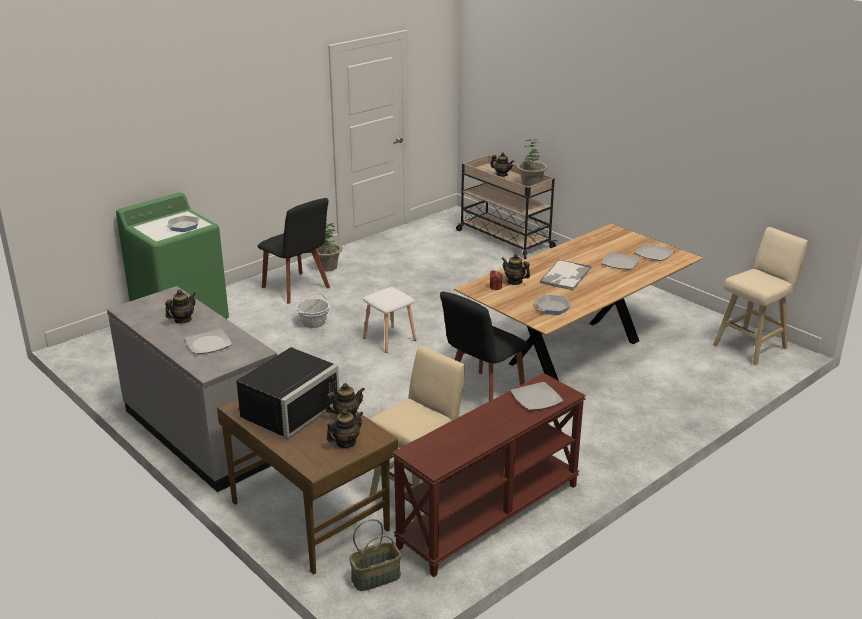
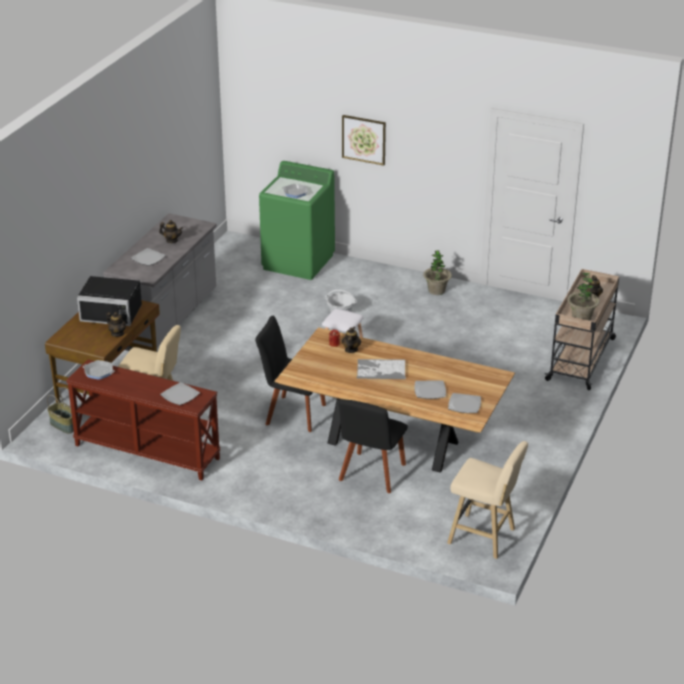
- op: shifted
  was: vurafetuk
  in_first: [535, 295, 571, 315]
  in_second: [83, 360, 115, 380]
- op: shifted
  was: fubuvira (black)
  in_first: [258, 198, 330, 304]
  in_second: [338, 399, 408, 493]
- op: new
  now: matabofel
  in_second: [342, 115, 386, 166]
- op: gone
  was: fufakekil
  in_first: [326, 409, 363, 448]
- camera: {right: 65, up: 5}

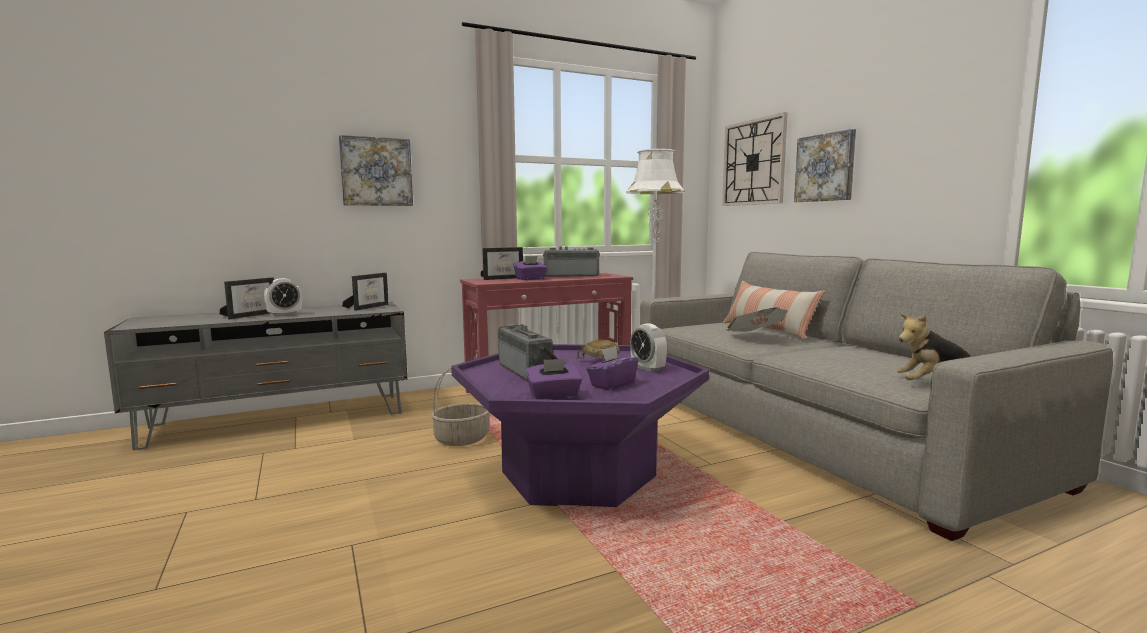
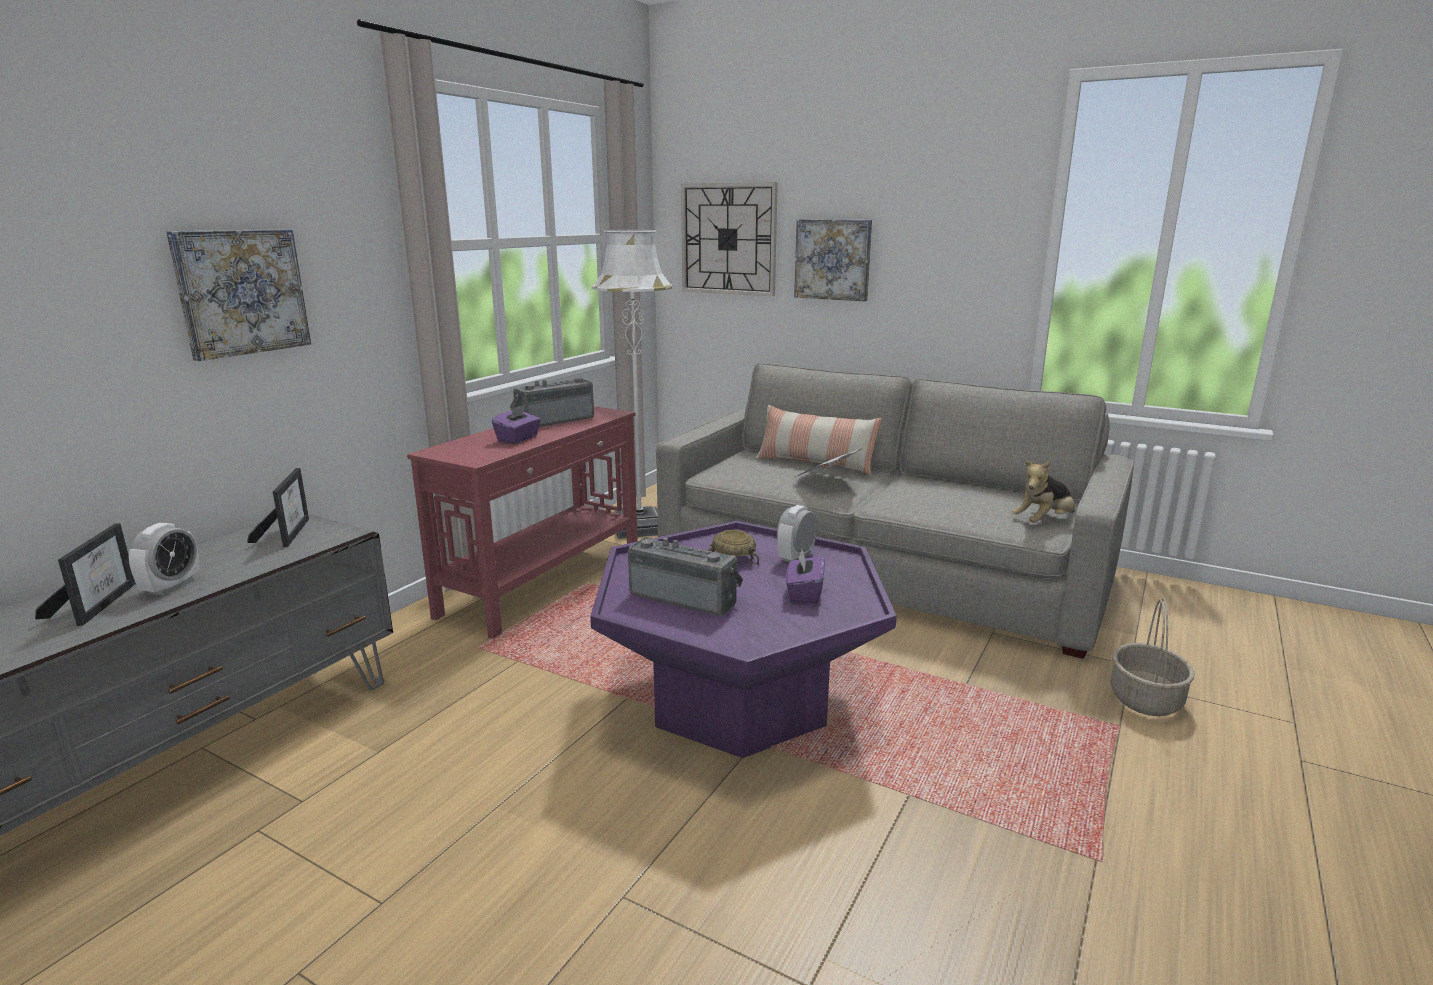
- op: rotated
  was: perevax
  in_first: [630, 323, 667, 372]
  in_second: [777, 505, 817, 562]
  clockwise: 105
- op: shifted
  was: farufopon
  in_first: [431, 368, 490, 446]
  in_second: [1110, 598, 1194, 716]
- op: gone
  was: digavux
  in_first: [481, 247, 523, 280]
- op: gone
  was: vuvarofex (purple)
  in_first: [526, 359, 582, 400]
- camera: {right: -35, up: 10}

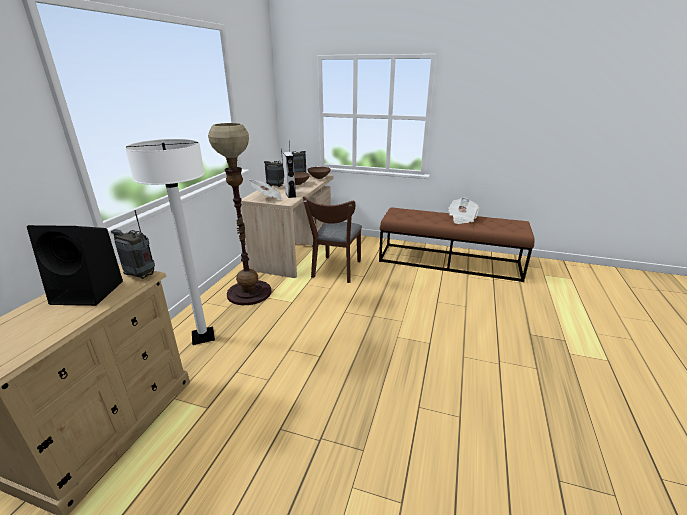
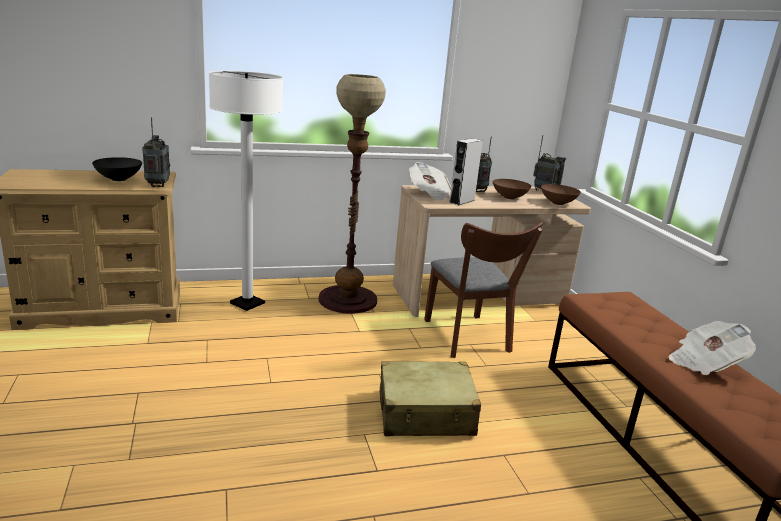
- op: swapped
  was: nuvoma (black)
  now: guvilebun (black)
  in_first: [27, 225, 123, 306]
  in_second: [92, 157, 142, 181]
- op: new
  now: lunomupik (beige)
  in_second: [380, 361, 481, 436]
- op: rotated
  was: fubuvira (brown)
  in_first: [303, 196, 362, 283]
  in_second: [424, 222, 543, 358]
  clockwise: -90
- camera: {right: 55, up: -5}

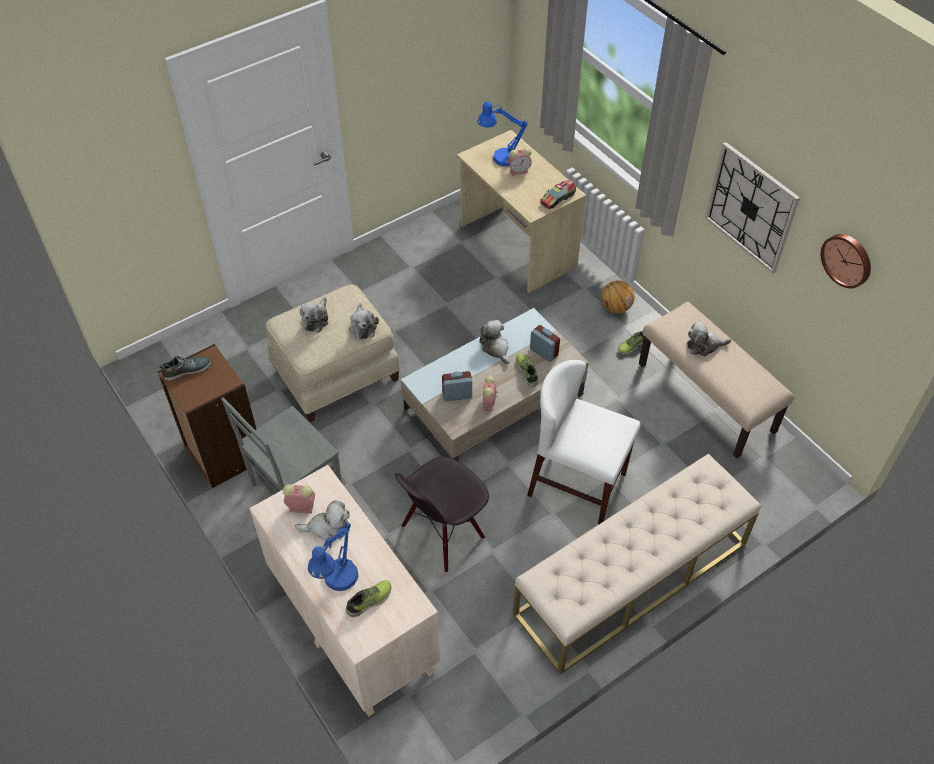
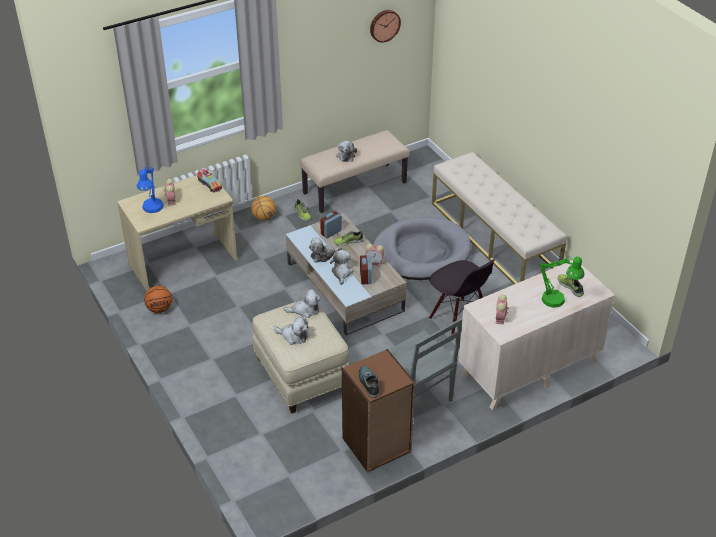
- op: new
  now: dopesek
  in_second: [144, 286, 172, 313]
- op: shifted
  was: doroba
  in_first: [295, 500, 350, 543]
  in_second: [330, 250, 353, 285]
- op: swapped
  was: fubuvira (white)
  now: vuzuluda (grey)
  in_first: [527, 360, 641, 524]
  in_second: [373, 217, 471, 280]
- op: repainted
  was: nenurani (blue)
  now: nenurani (green)
  in_first: [308, 522, 358, 591]
  in_second: [539, 256, 584, 308]
- op: gone
  was: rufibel
  in_first: [705, 142, 800, 274]
- camera: {right: -85, up: -10}

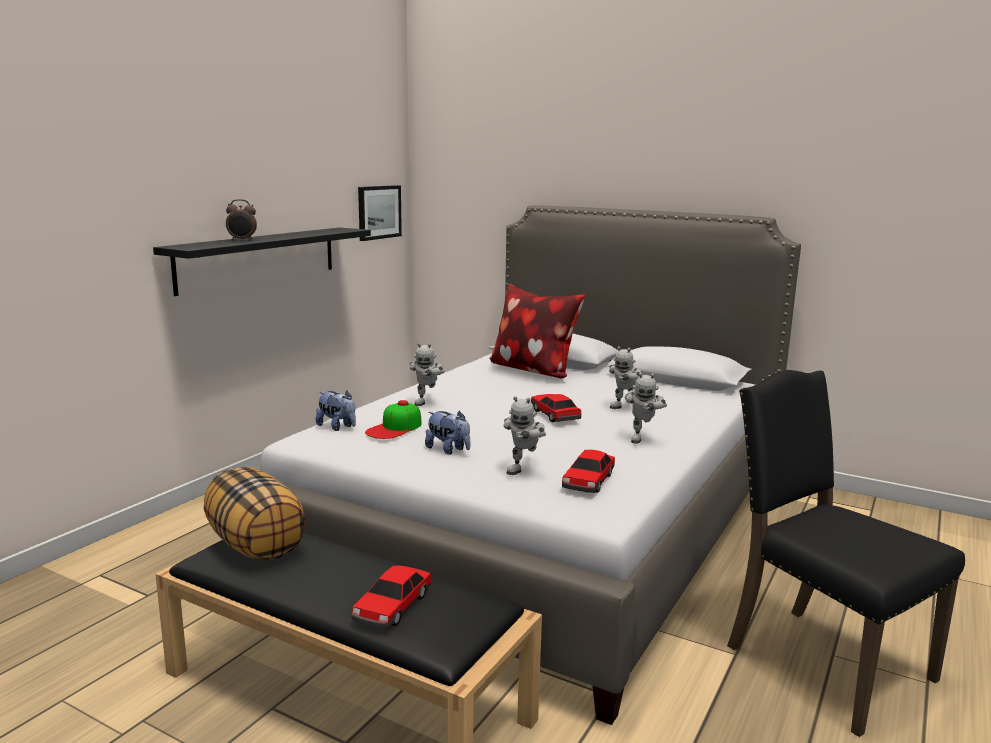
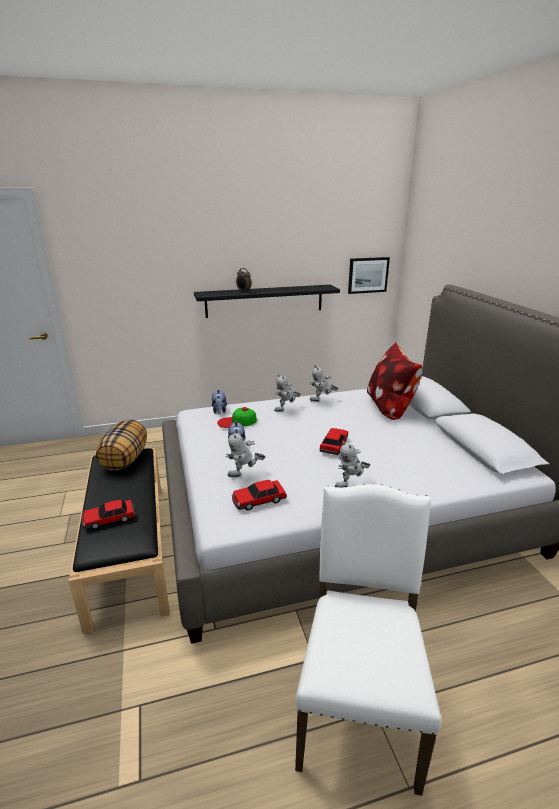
- op: repainted
  was: fubuvira (black)
  now: fubuvira (white)
  in_first: [727, 370, 965, 737]
  in_second: [295, 484, 441, 796]
- op: shifted
  was: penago
  in_first: [609, 346, 641, 409]
  in_second: [309, 365, 339, 401]
- camera: {right: 45, up: 10}

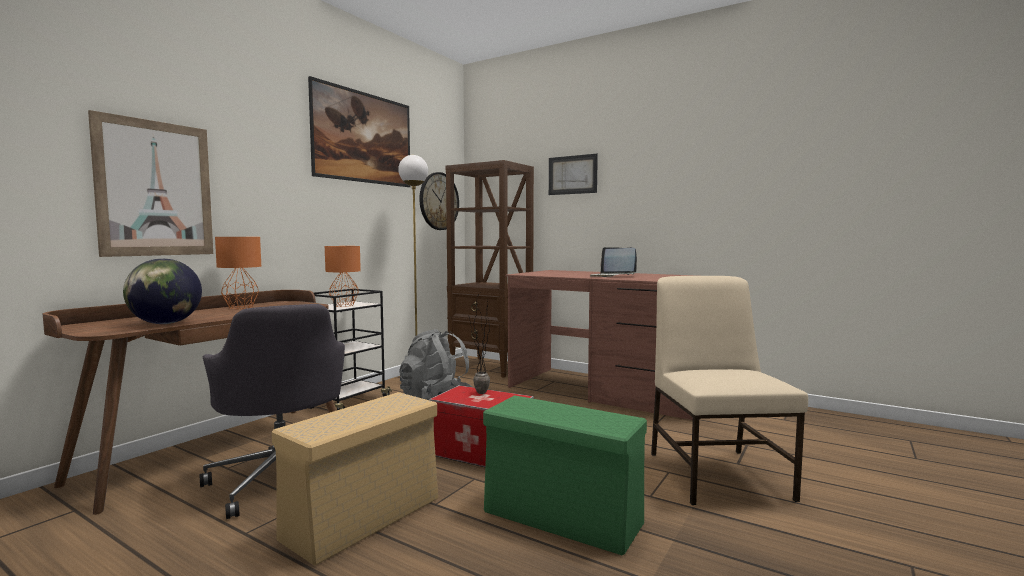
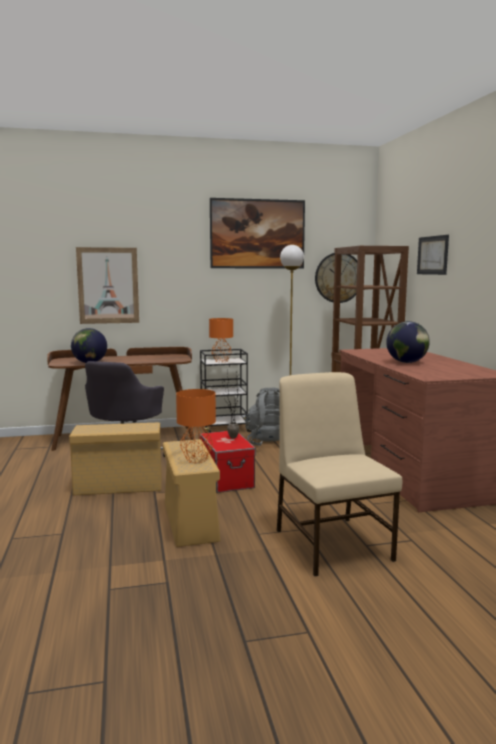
- op: repainted
  was: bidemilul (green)
  now: bidemilul (beige)
  in_first: [483, 395, 647, 556]
  in_second: [163, 439, 220, 547]
- op: shifted
  was: nenurani (orange)
  in_first: [215, 237, 261, 309]
  in_second: [176, 389, 216, 463]
- op: rotated
  was: fubuvira (beige)
  in_first: [651, 276, 808, 505]
  in_second: [277, 372, 402, 576]
  clockwise: -60
- op: swapped
  was: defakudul
  now: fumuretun
  in_first: [590, 247, 637, 277]
  in_second: [386, 321, 430, 363]
- camera: {right: 45, up: 5}

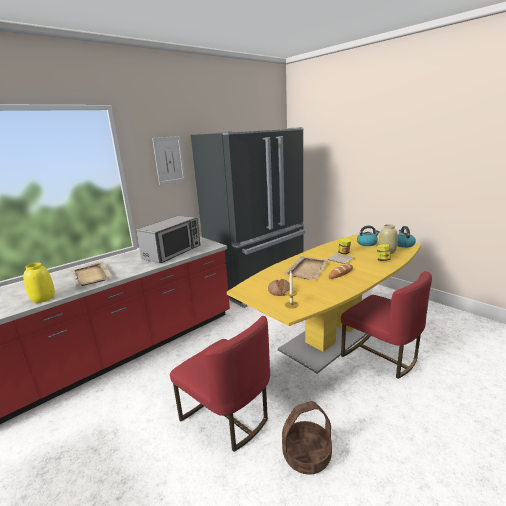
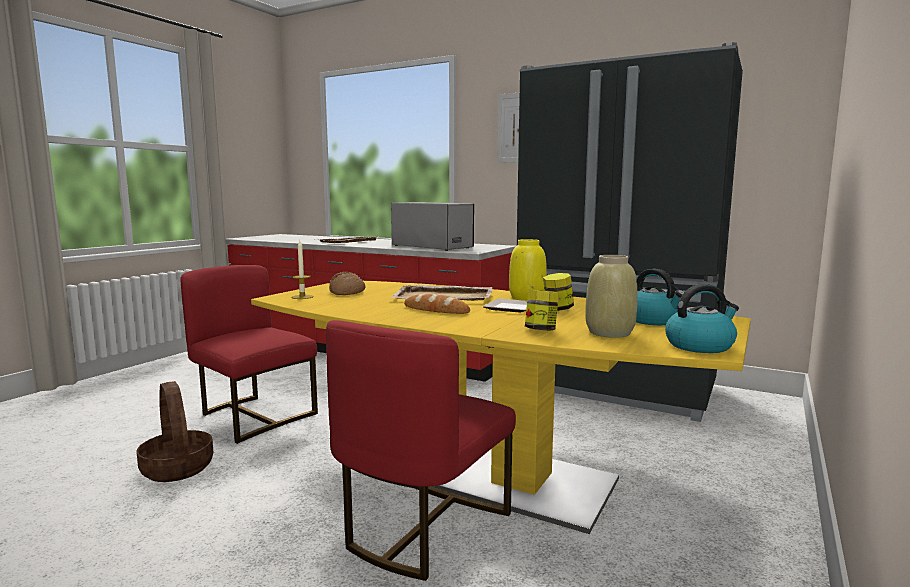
- op: rotated
  was: fubuvira (red)
  in_first: [170, 316, 270, 452]
  in_second: [180, 265, 318, 444]
  clockwise: 105
- op: rotated
  was: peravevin
  in_first: [136, 216, 200, 263]
  in_second: [391, 202, 474, 251]
  clockwise: -150
- op: shifted
  was: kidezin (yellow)
  in_first: [23, 263, 55, 303]
  in_second: [509, 239, 547, 301]
- camera: {right: 70, up: -10}

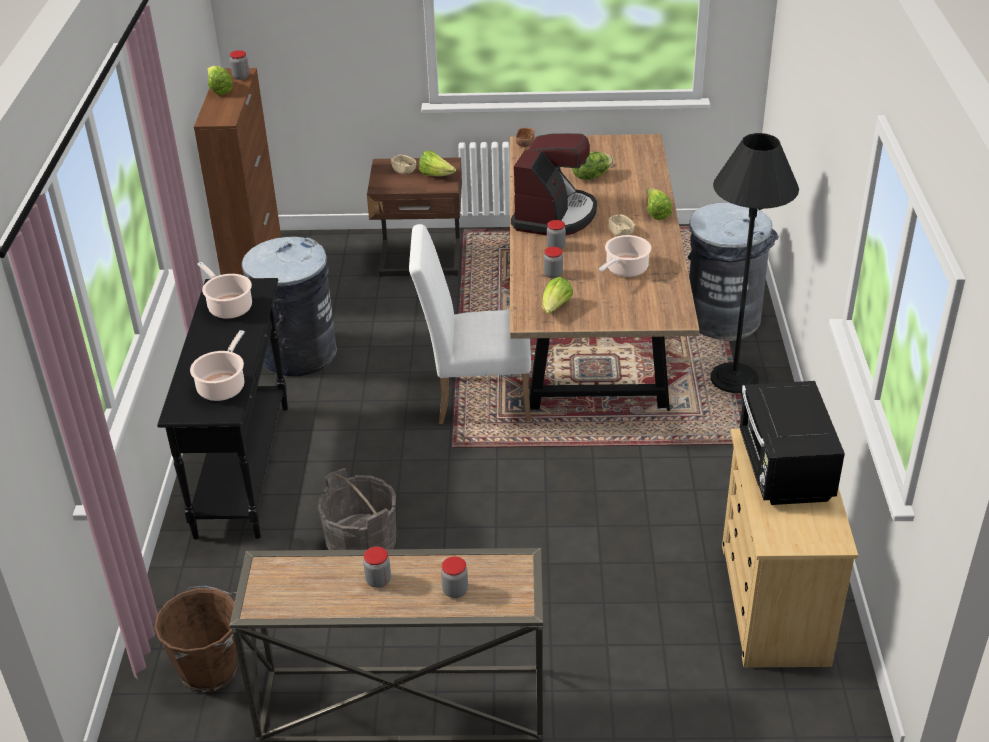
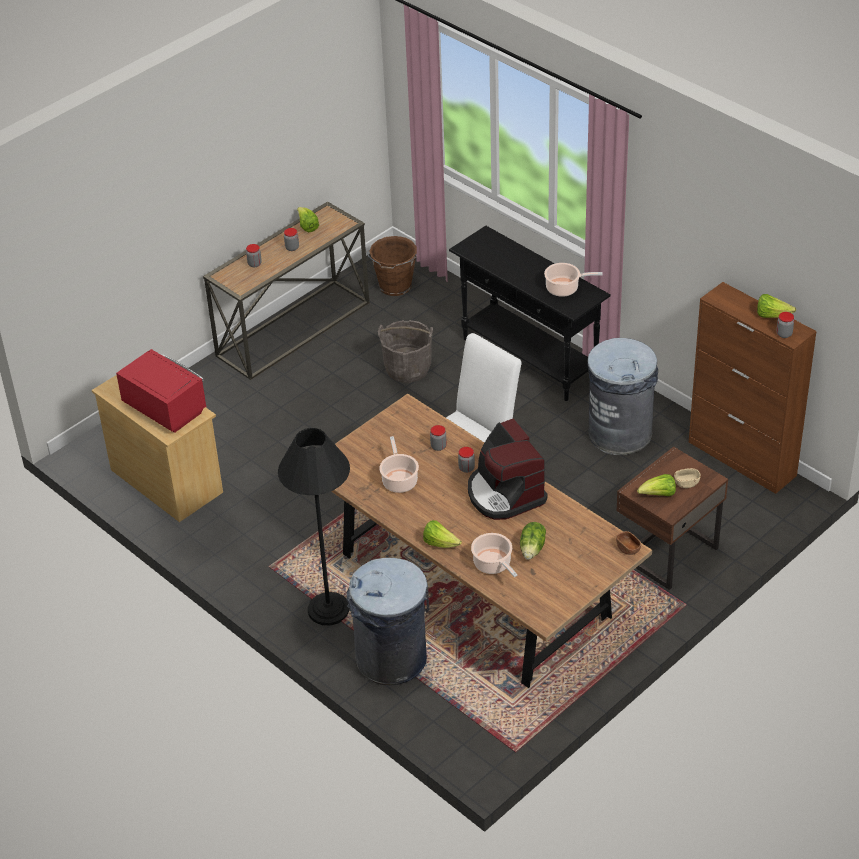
- op: repainted
  was: peravevin (black)
  now: peravevin (red)
  in_first: [739, 381, 845, 505]
  in_second: [116, 349, 207, 433]
- op: shifted
  was: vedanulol
  in_first: [542, 277, 573, 314]
  in_second: [297, 207, 319, 232]
- op: shifted
  was: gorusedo
  in_first: [190, 330, 245, 401]
  in_second: [471, 533, 517, 577]
- op: gone
  was: guvilebun (beige)
  in_first: [609, 214, 635, 236]
- camera: {right: 135, up: 5}

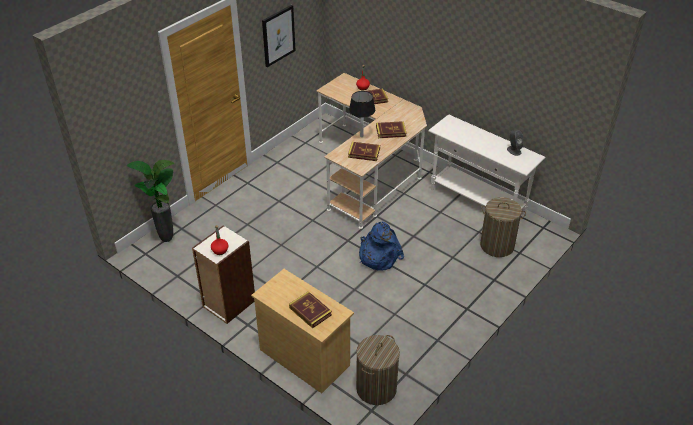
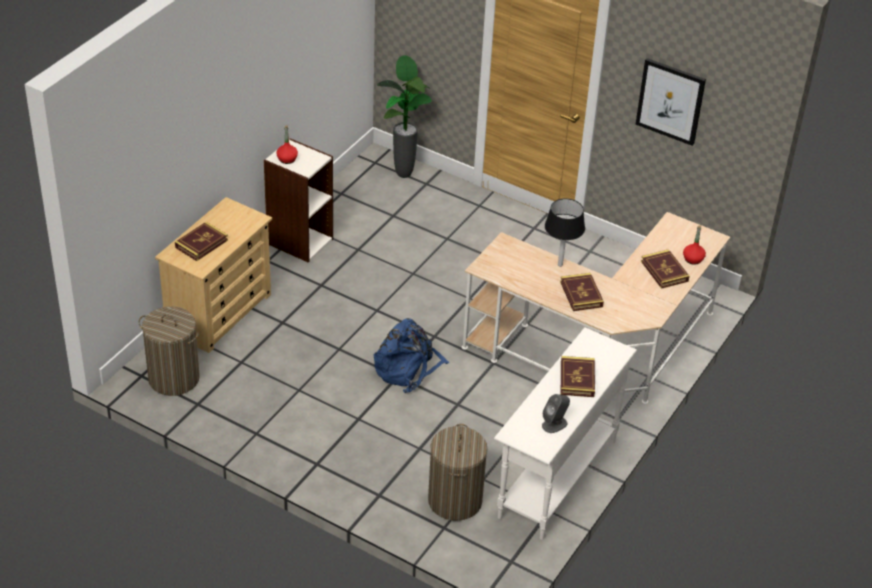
- op: shifted
  was: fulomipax
  in_first: [348, 142, 380, 161]
  in_second: [561, 356, 595, 397]
- camera: {right: 80, up: 0}

